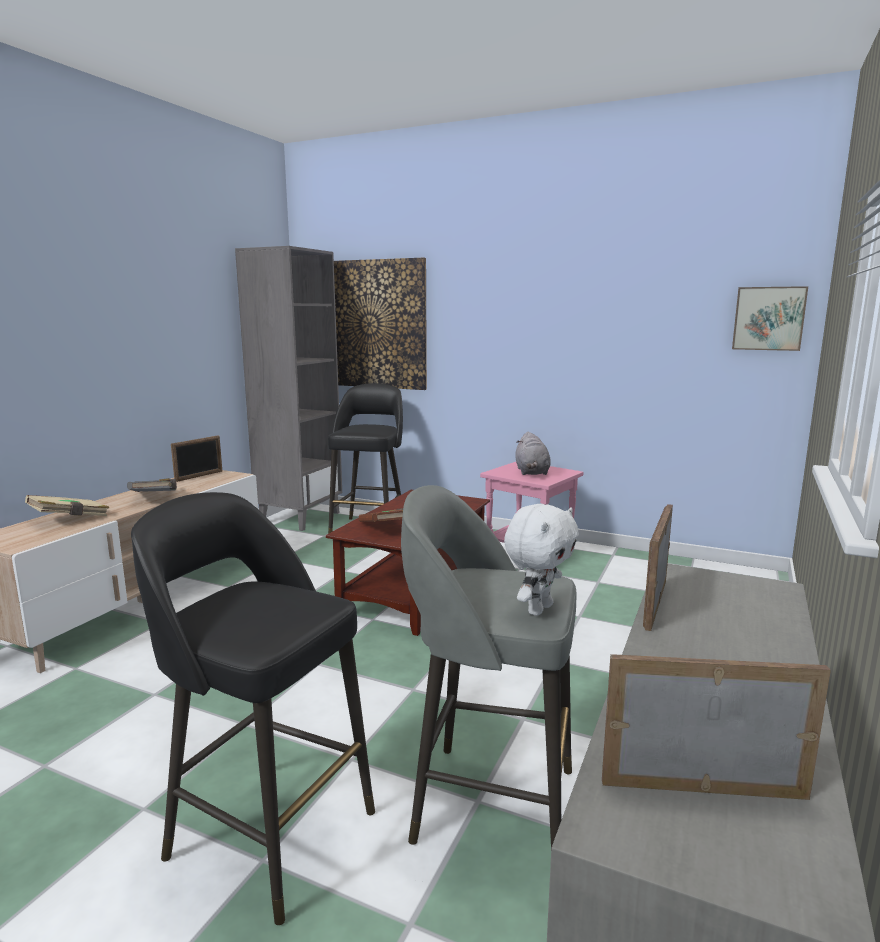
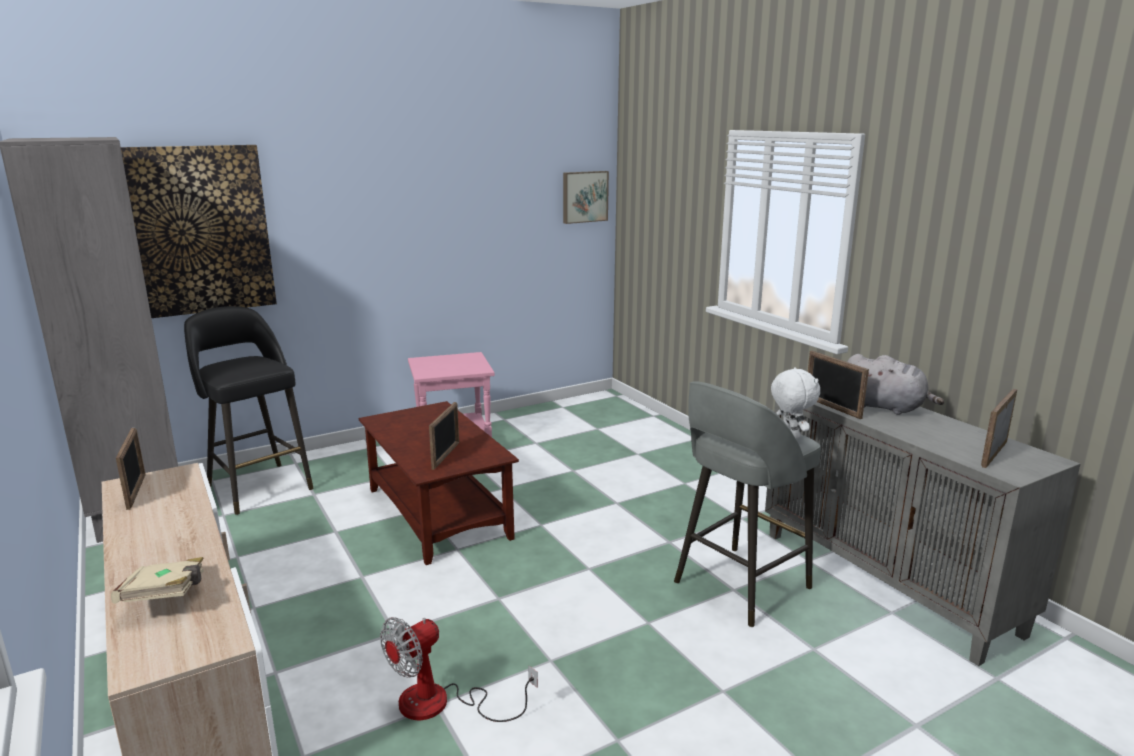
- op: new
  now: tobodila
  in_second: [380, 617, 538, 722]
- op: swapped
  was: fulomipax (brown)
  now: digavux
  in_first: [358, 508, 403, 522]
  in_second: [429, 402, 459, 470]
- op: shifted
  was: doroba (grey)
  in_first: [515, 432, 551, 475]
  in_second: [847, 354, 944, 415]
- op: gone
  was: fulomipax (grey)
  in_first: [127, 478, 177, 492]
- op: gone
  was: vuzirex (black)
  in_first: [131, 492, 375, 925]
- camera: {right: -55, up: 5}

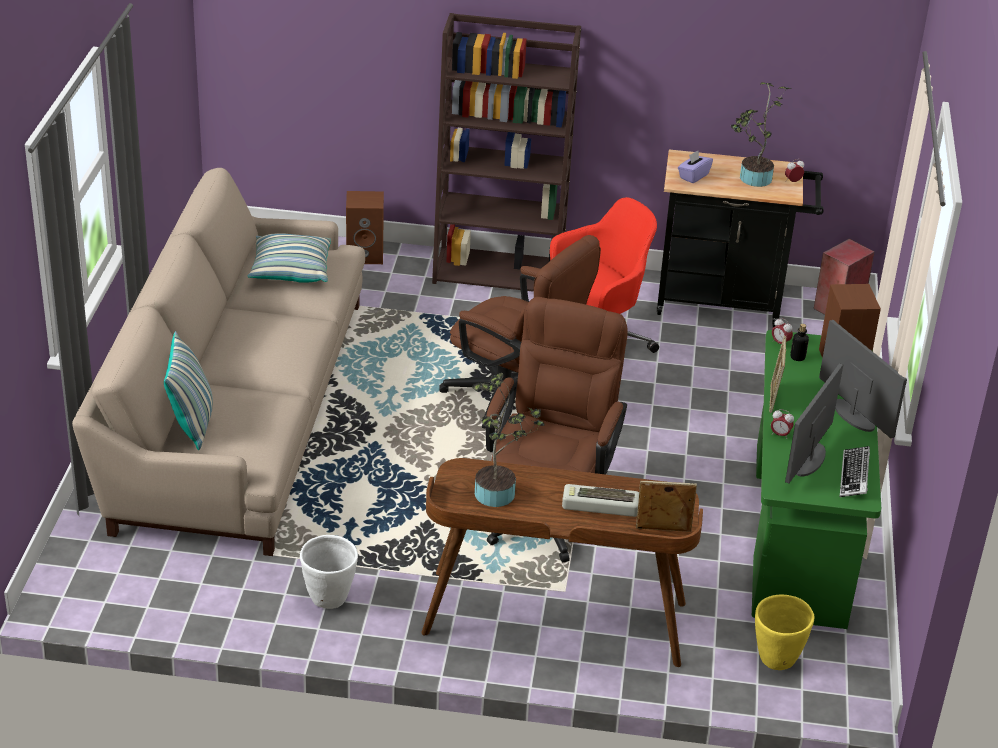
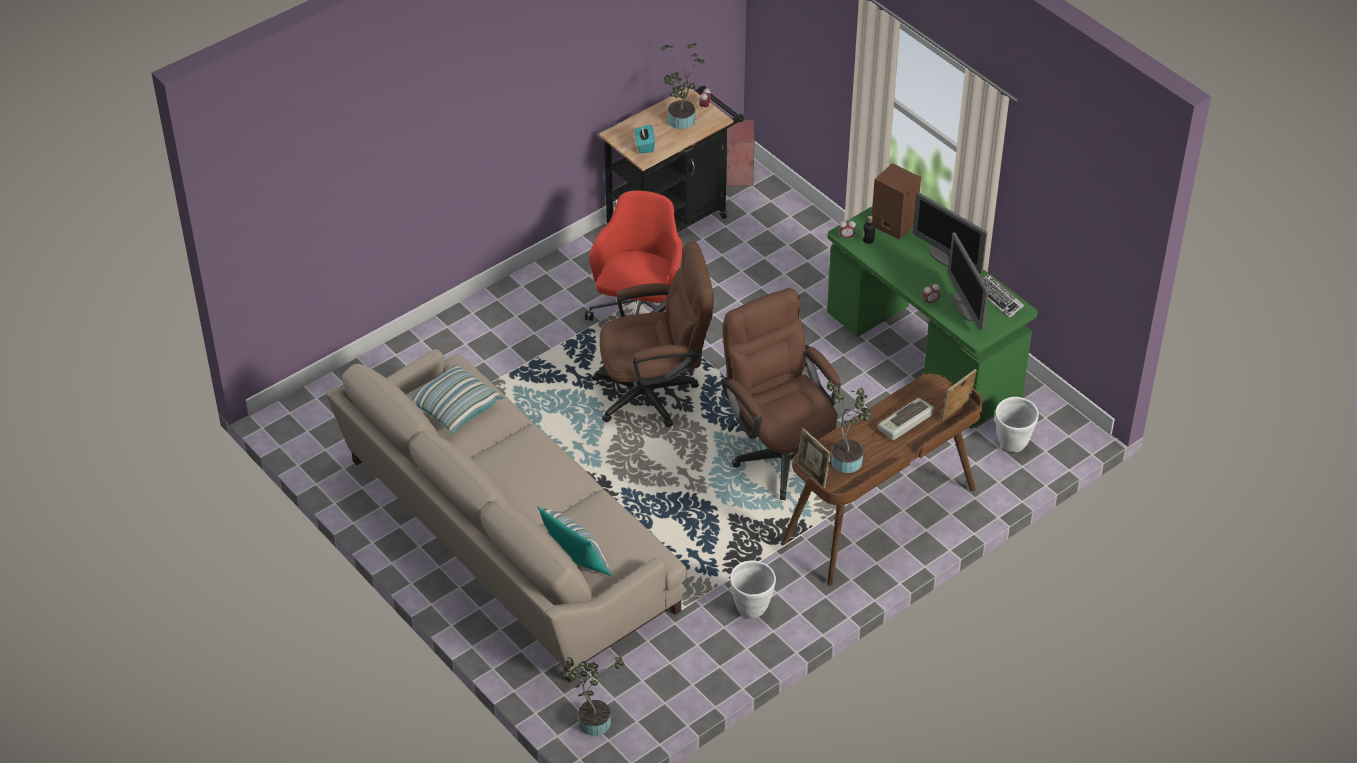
- op: new
  now: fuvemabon
  in_second: [563, 657, 624, 736]
- op: repainted
  was: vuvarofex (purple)
  now: vuvarofex (turquoise)
  in_first: [678, 151, 713, 183]
  in_second: [635, 124, 655, 153]
- op: shifted
  was: digavux
  in_first: [769, 336, 786, 413]
  in_second: [796, 428, 831, 488]
- op: rotated
  was: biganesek
  in_first: [819, 320, 907, 438]
  in_second: [912, 192, 987, 274]
  clockwise: -150
- op: repainted
  was: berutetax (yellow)
  now: berutetax (white)
  in_first: [755, 594, 814, 670]
  in_second: [995, 397, 1039, 452]
- op: gone
  was: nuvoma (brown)
  in_first: [346, 191, 384, 264]
- op: gone
  was: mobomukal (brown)
  in_first: [432, 13, 581, 292]
- camera: {right: -45, up: 10}

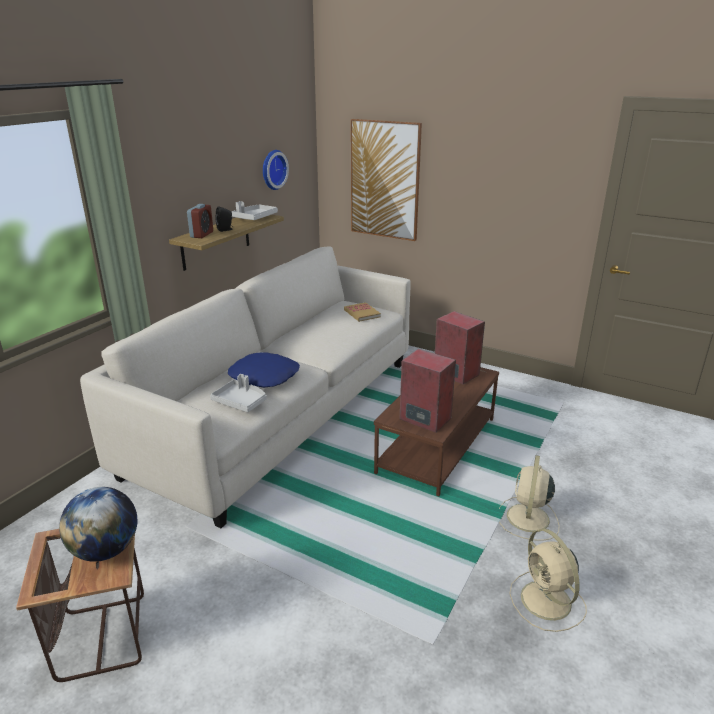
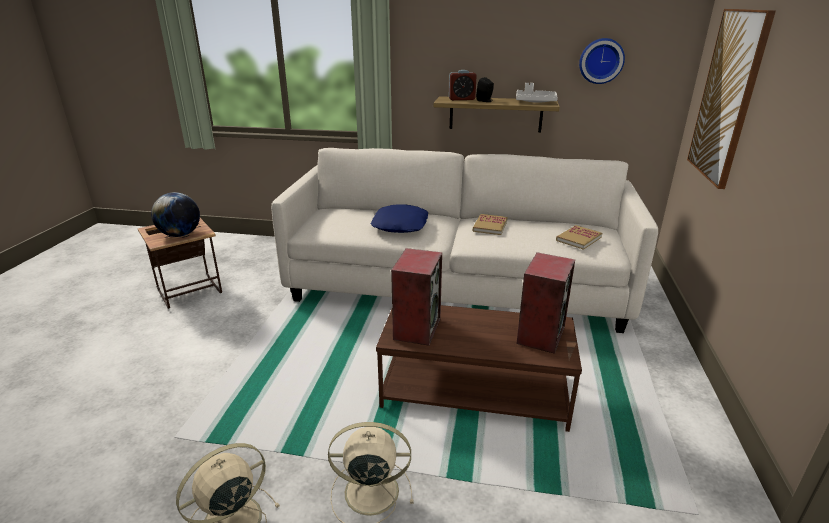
- op: new
  now: fulomipax
  in_second: [473, 214, 508, 235]
- op: gone
  was: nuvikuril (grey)
  in_first: [210, 374, 267, 412]
- camera: {right: 70, up: 0}

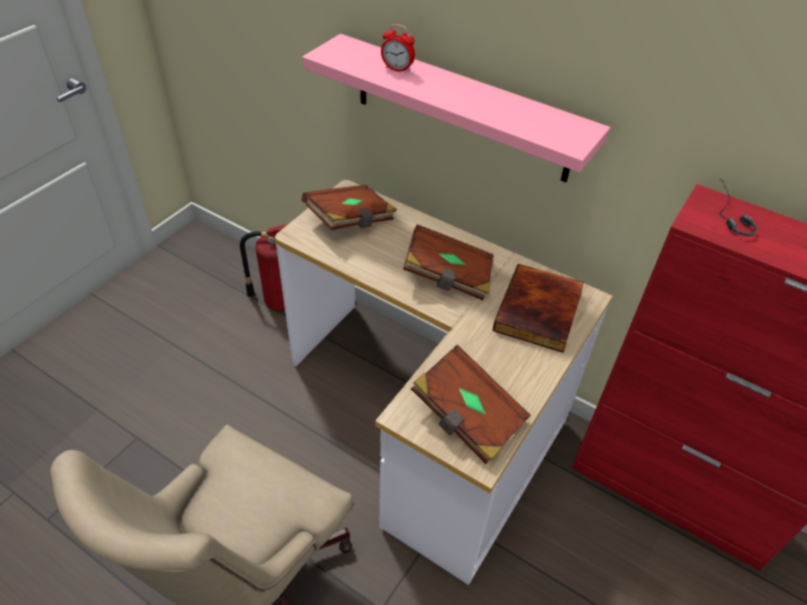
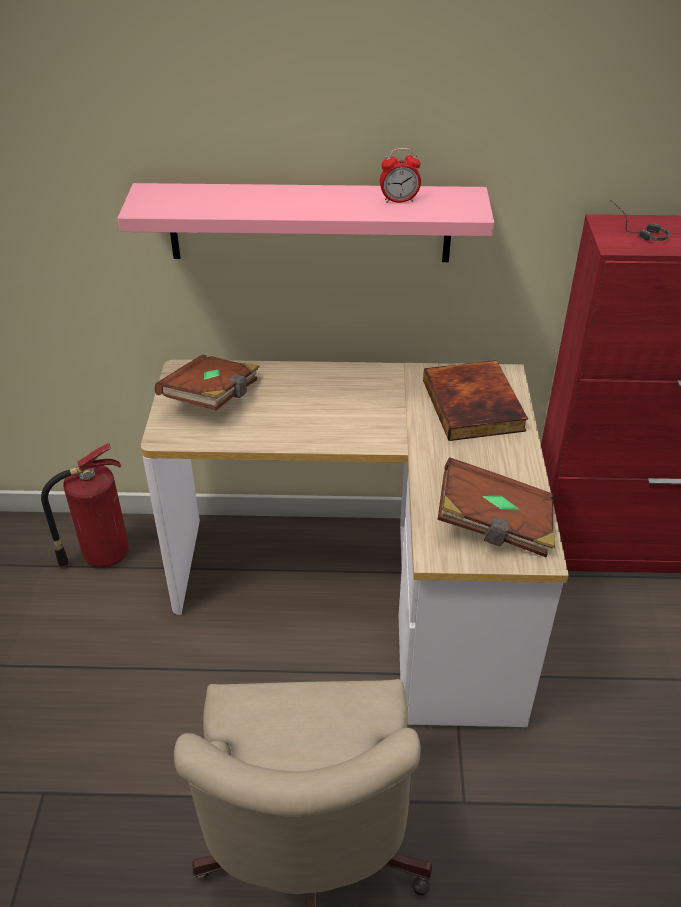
- op: shifted
  was: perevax
  in_first: [381, 24, 415, 73]
  in_second: [380, 148, 421, 203]
- op: gone
  was: fulomipax (brown)
  in_first: [403, 224, 494, 300]
- camera: {right: -30, up: -5}

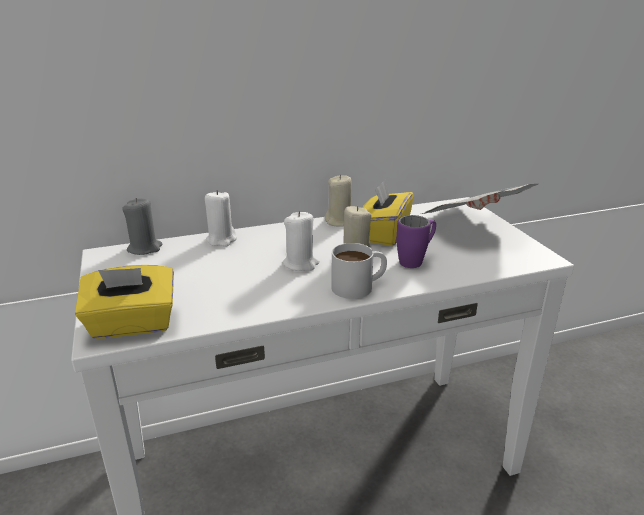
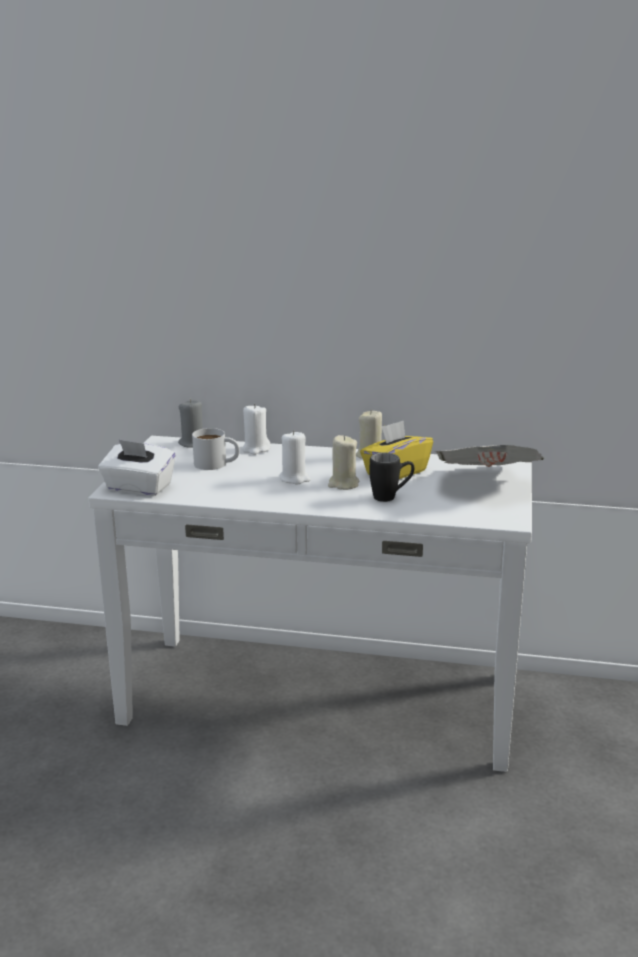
- op: repainted
  was: vuvarofex (yellow)
  now: vuvarofex (white)
  in_first: [75, 265, 174, 339]
  in_second: [98, 440, 176, 496]
- op: shifted
  was: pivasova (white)
  in_first: [331, 243, 387, 299]
  in_second: [192, 428, 240, 470]
- op: repainted
  was: pivasova (purple)
  now: pivasova (black)
  in_first: [396, 215, 436, 268]
  in_second: [370, 453, 414, 502]
- camera: {right: 30, up: -5}

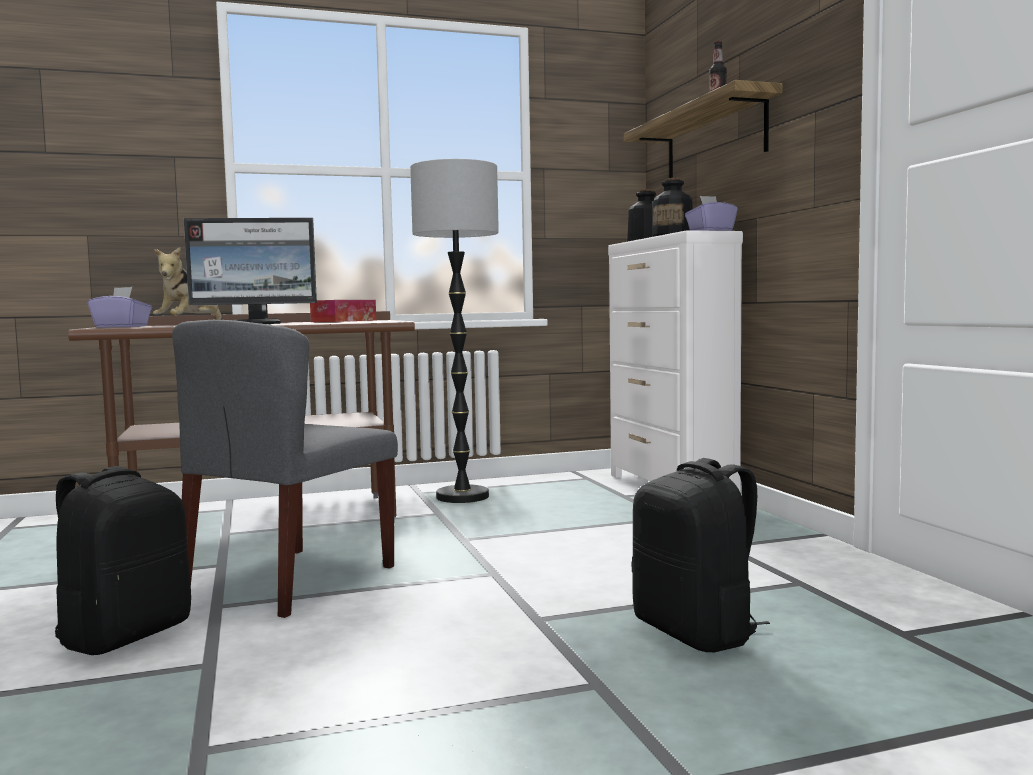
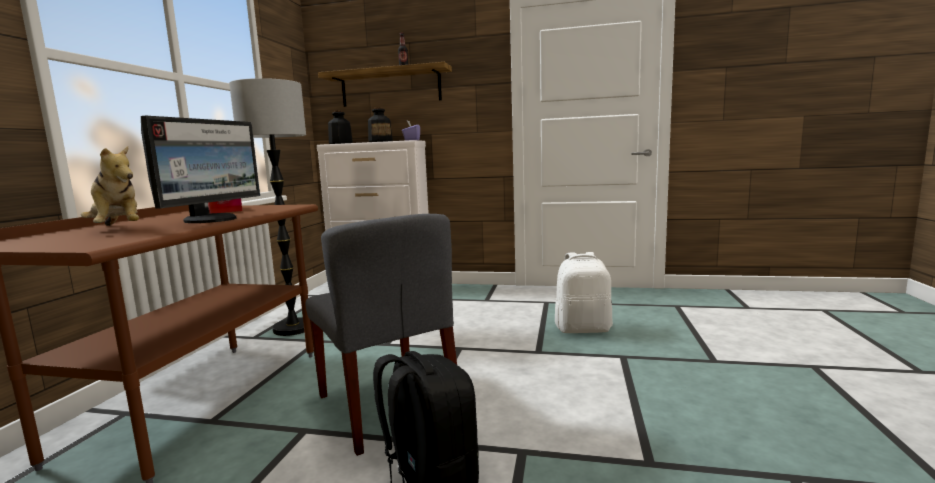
- op: repainted
  was: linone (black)
  now: linone (white)
  in_first: [631, 458, 770, 652]
  in_second: [555, 252, 613, 333]
- op: gone
  was: vuvarofex (purple)
  in_first: [88, 287, 152, 328]
- camera: {right: -60, up: 5}

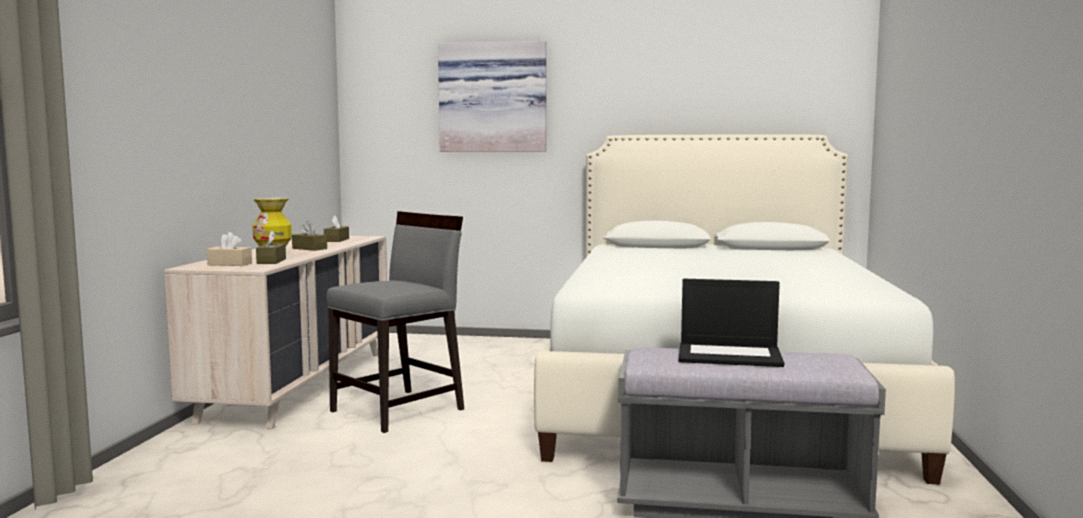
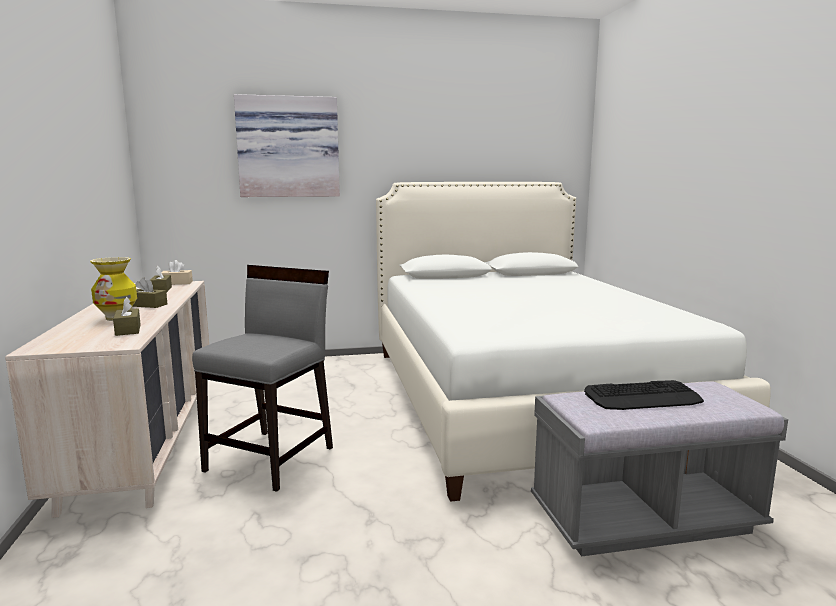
- op: shifted
  was: vuvarofex (beige)
  in_first: [207, 232, 252, 266]
  in_second: [161, 260, 193, 285]
- op: swapped
  was: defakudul
  now: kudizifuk
  in_first: [679, 279, 784, 367]
  in_second: [584, 380, 704, 410]
- camera: {right: -20, up: 5}

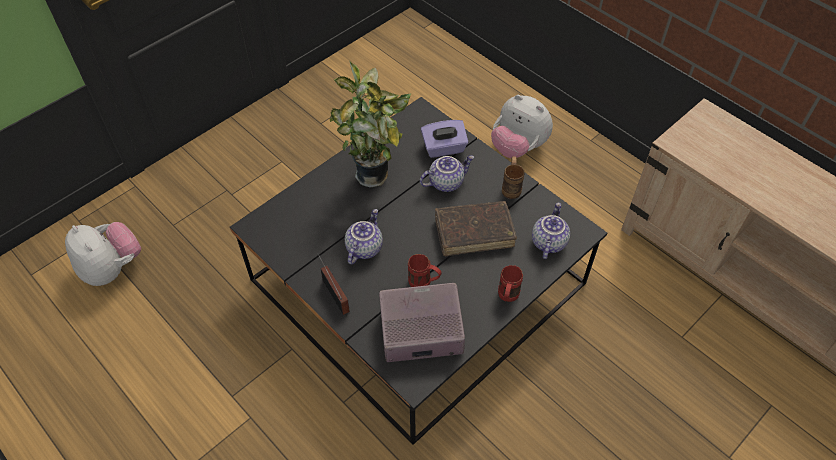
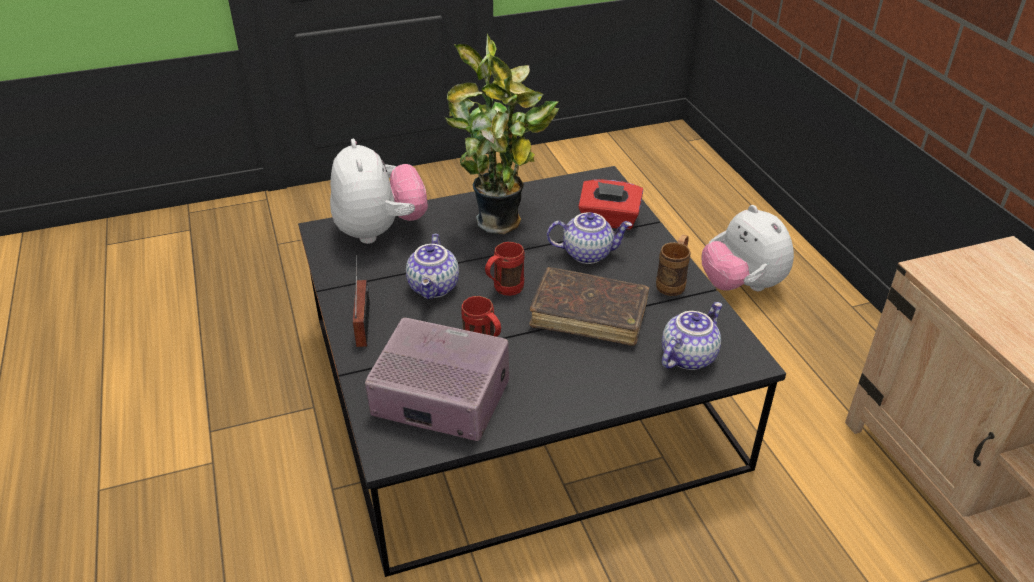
- op: shifted
  was: doroba
  in_first: [65, 222, 141, 286]
  in_second: [330, 139, 428, 244]
- op: rotated
  was: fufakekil
  in_first: [345, 209, 383, 264]
  in_second: [406, 233, 459, 300]
  clockwise: 135
- op: shifted
  was: pivasova (red)
  in_first: [498, 265, 523, 302]
  in_second: [485, 242, 525, 296]
- op: repainted
  was: vuvarofex (purple)
  now: vuvarofex (red)
  in_first: [421, 120, 469, 158]
  in_second: [578, 180, 643, 230]
- camera: {right: 25, up: -15}

